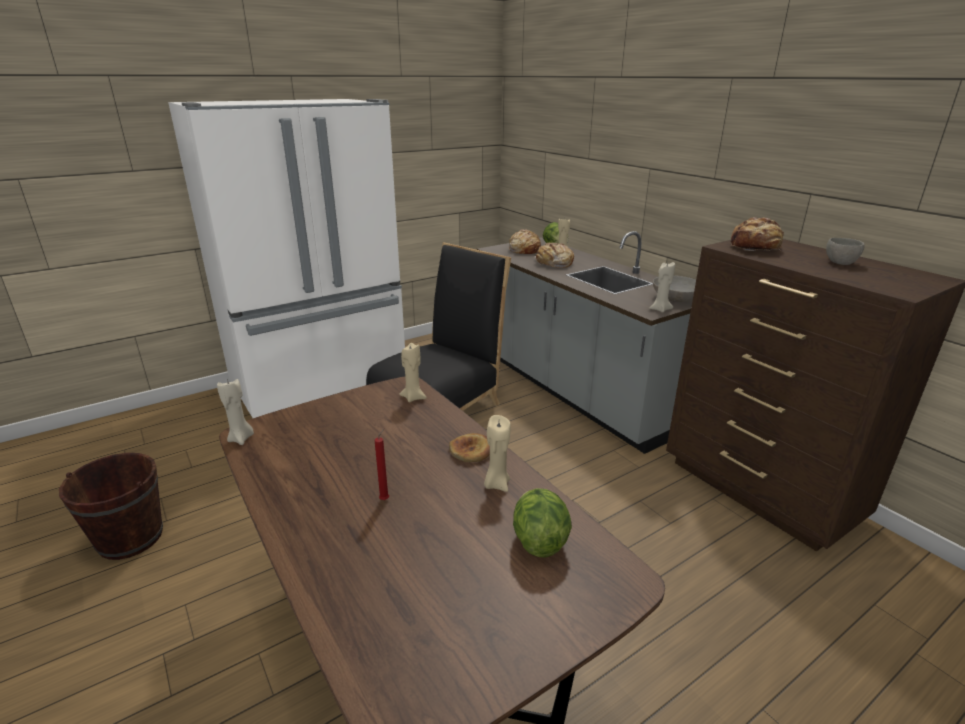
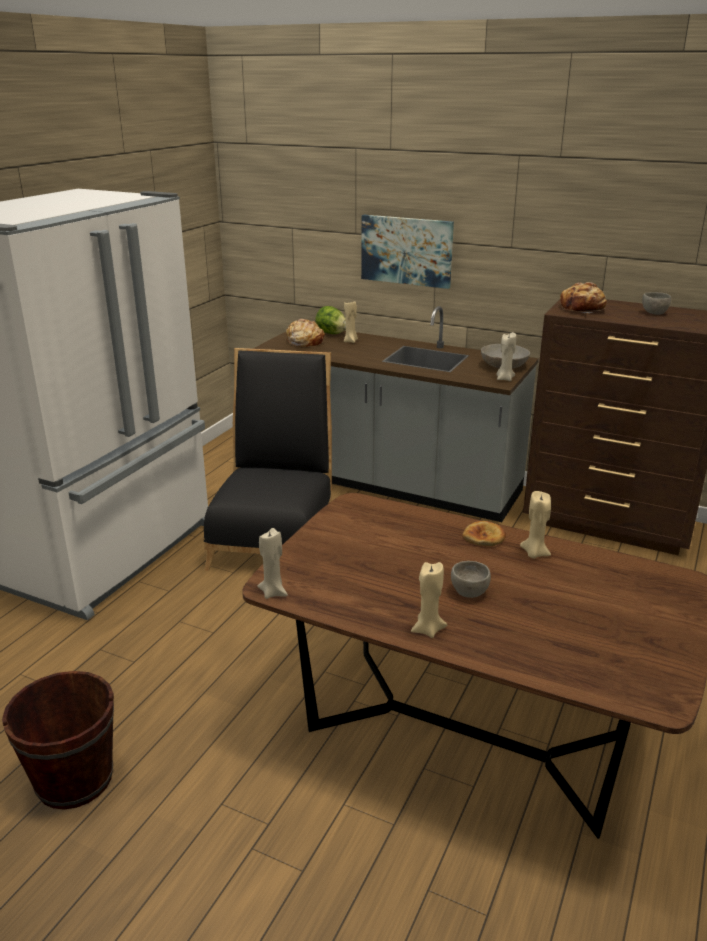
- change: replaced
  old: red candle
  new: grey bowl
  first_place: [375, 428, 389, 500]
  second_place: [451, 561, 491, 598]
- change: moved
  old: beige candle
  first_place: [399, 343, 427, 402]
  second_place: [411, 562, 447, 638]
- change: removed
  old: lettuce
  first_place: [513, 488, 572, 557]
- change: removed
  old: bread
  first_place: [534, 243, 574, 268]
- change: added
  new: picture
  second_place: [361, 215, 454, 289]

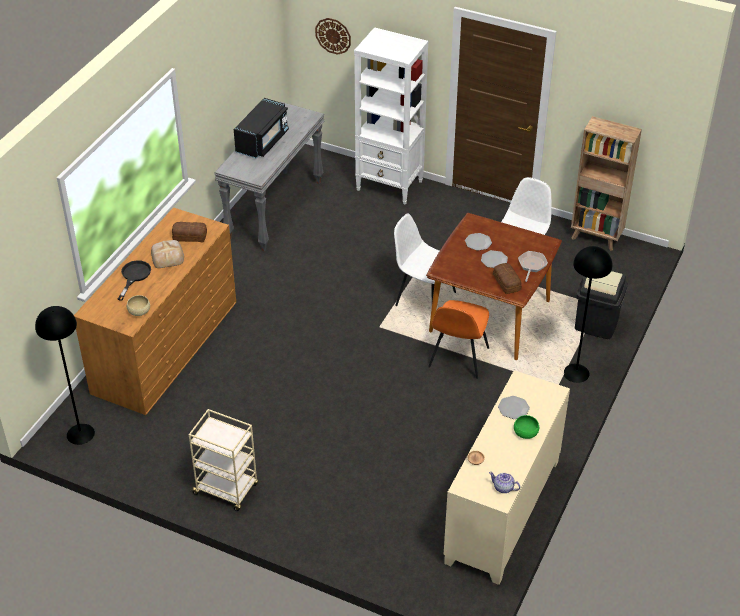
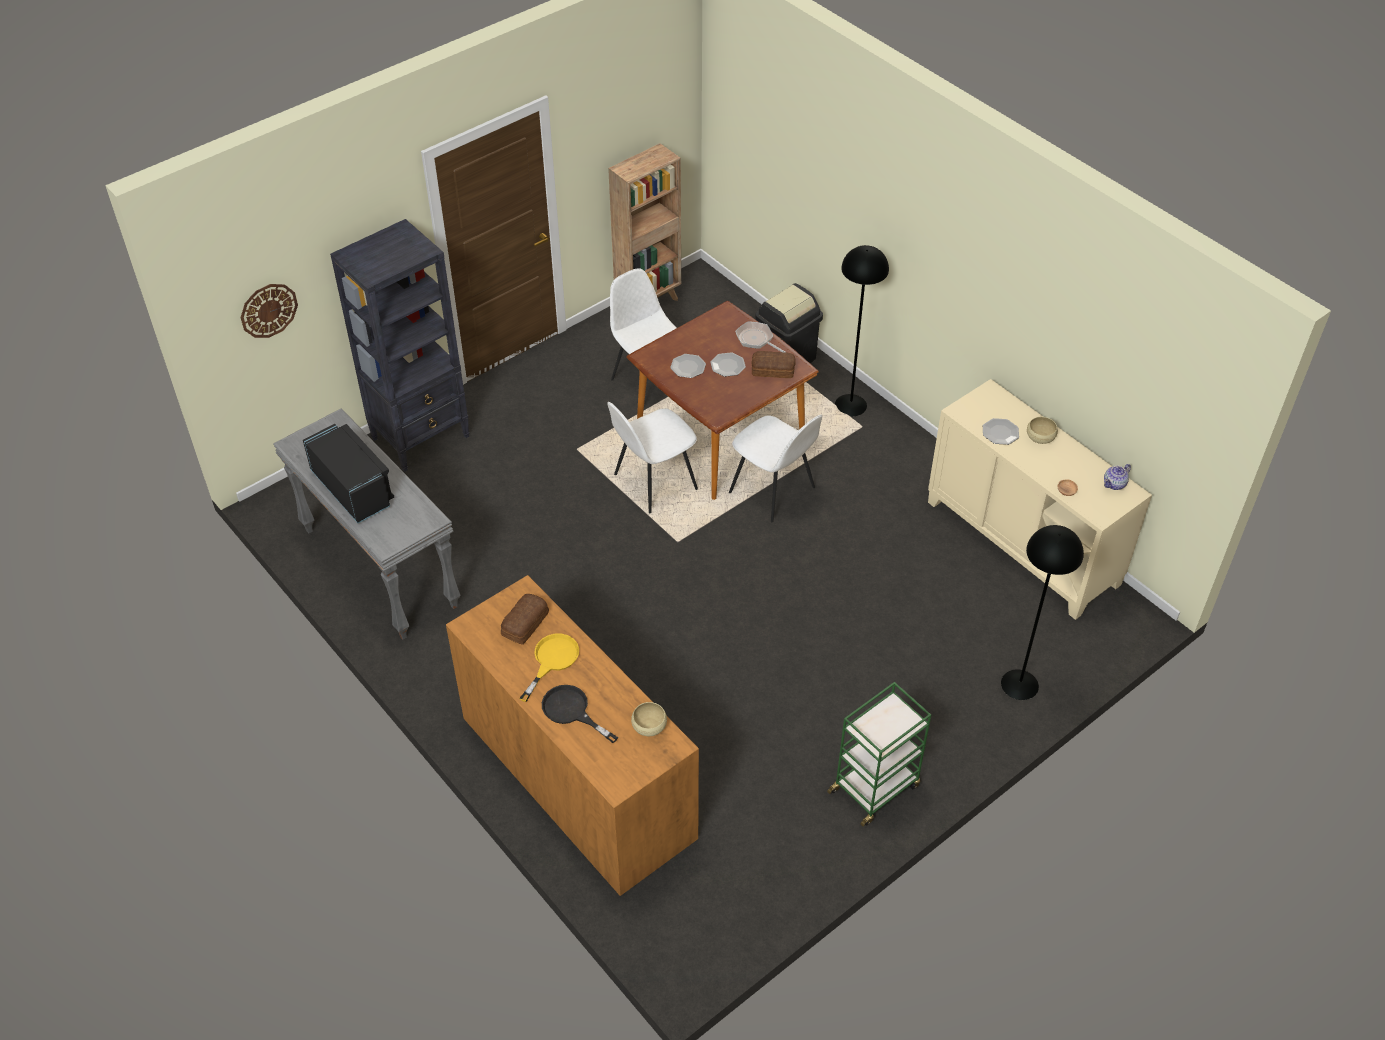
- change: moved
  old: black floor lamp
  first_place: [35, 306, 95, 445]
  second_place: [1001, 525, 1084, 700]
- change: replaced
  old: bread
  new: yellow frying pan
  first_place: [151, 240, 184, 268]
  second_place: [519, 634, 579, 702]
- change: recoloured
  old: beige cart
  new: green cart
  first_place: [189, 409, 259, 511]
  second_place: [827, 682, 931, 827]
- change: recoloured
  old: white bookcase
  new: black bookcase
  first_place: [354, 27, 428, 205]
  second_place: [330, 219, 470, 472]
- change: recoloured
  old: orange chair
  new: white chair
  first_place: [428, 300, 489, 379]
  second_place: [729, 415, 822, 522]
- change: recoloured
  old: green bowl
  new: beige bowl
  first_place: [514, 415, 539, 439]
  second_place: [1027, 417, 1058, 444]

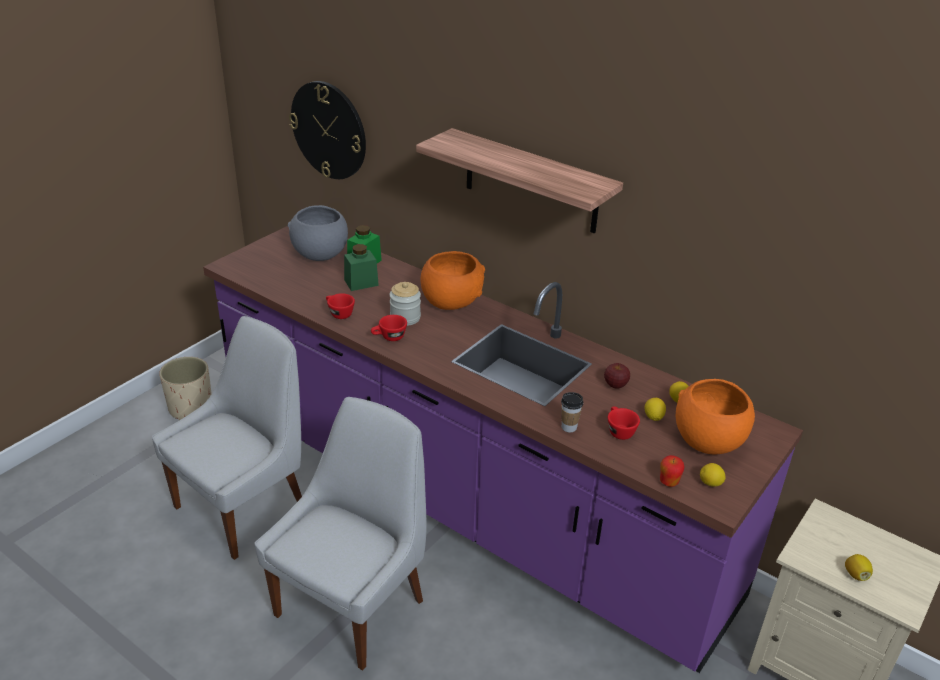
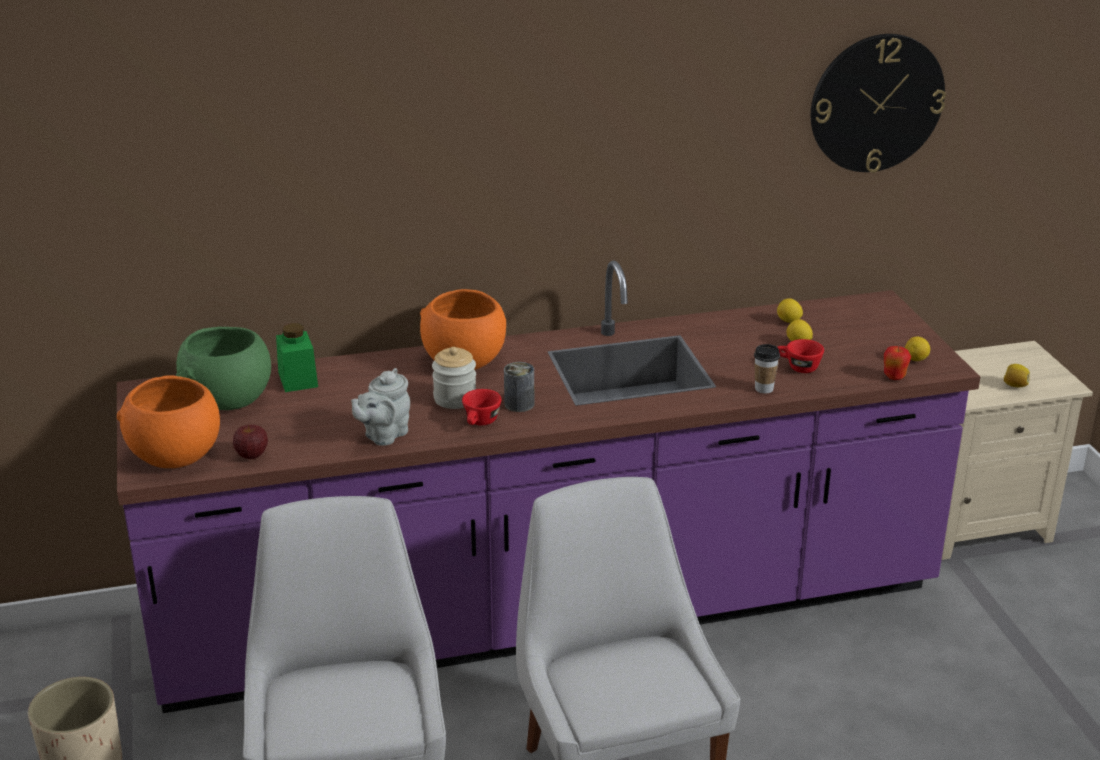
- change: recoloured
  old: grey bowl
  new: green bowl
  first_place: [288, 205, 348, 261]
  second_place: [176, 327, 271, 410]
- change: moved
  old: wall clock
  first_place: [289, 81, 366, 179]
  second_place: [811, 34, 946, 173]
- change: replaced
  old: red cup
  new: grey teapot
  first_place: [326, 293, 355, 319]
  second_place: [351, 368, 410, 446]
- change: removed
  old: green jar
  first_place: [344, 244, 379, 291]
- change: removed
  old: shelf
  first_place: [416, 128, 623, 234]
- change: moved
  old: apple
  first_place: [604, 363, 630, 389]
  second_place: [233, 425, 268, 459]
- change: moved
  old: orange bowl
  first_place: [676, 379, 755, 455]
  second_place: [117, 376, 220, 468]
- change: added
  new: can
  second_place: [504, 362, 534, 412]

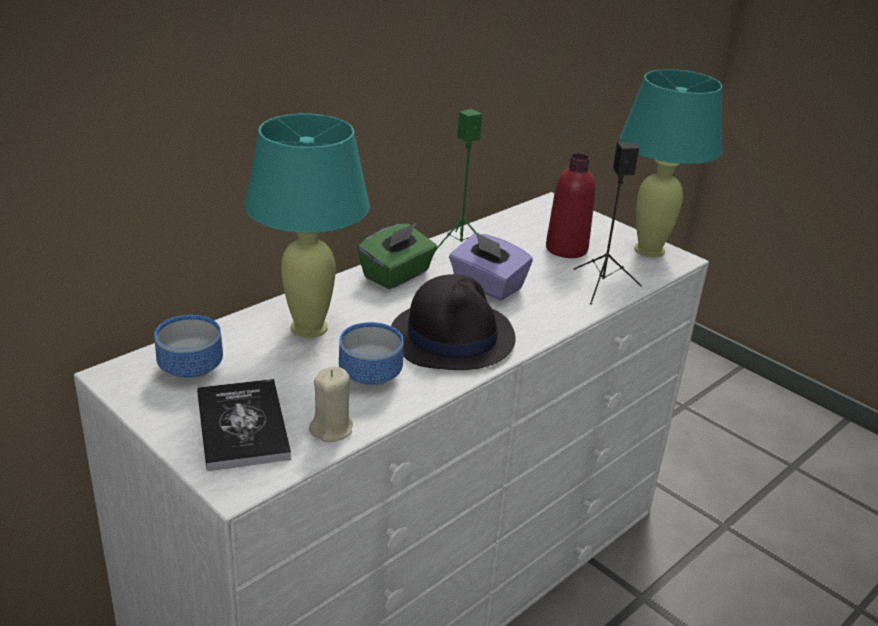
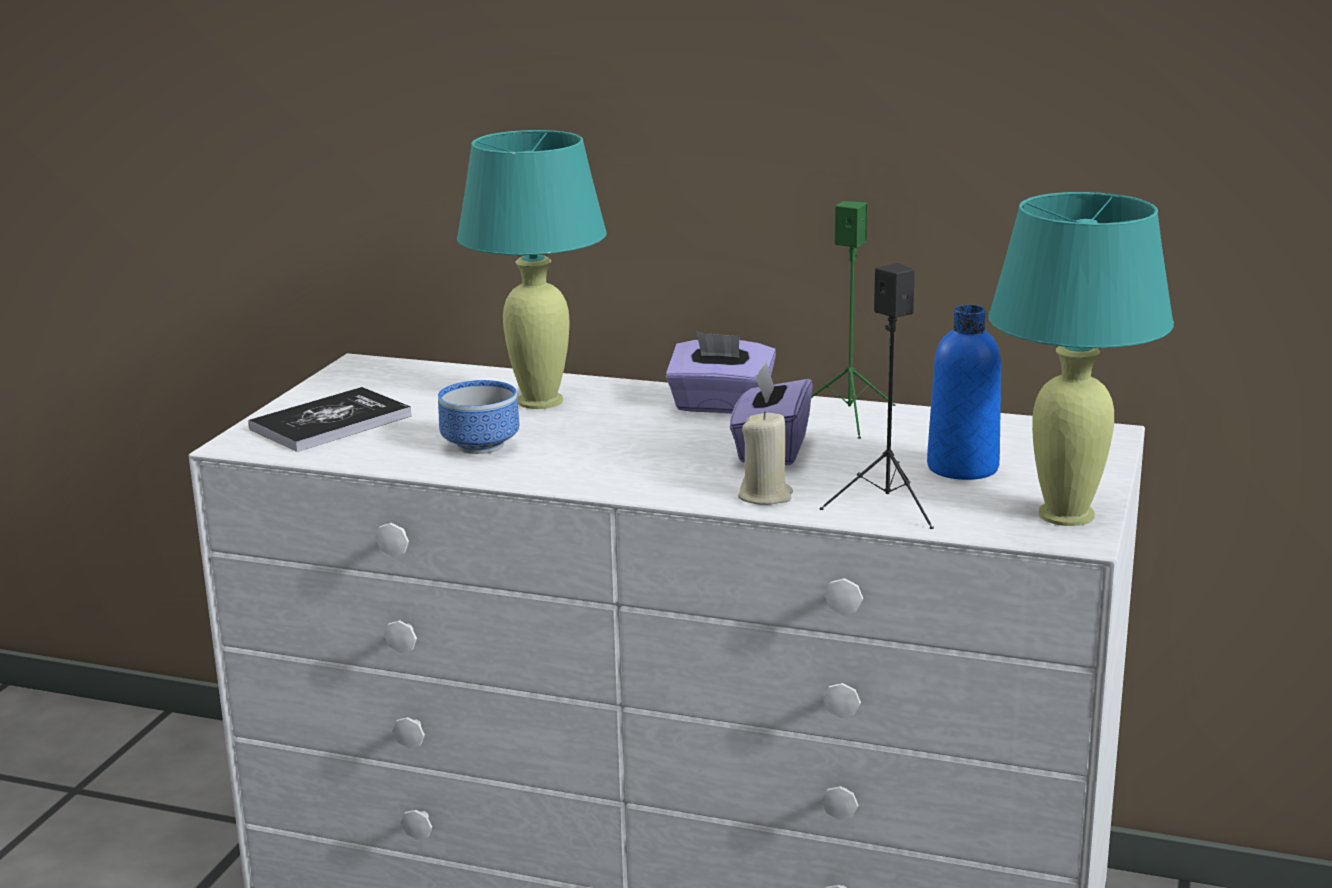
- change: removed
  old: bowl
  first_place: [154, 315, 223, 380]
- change: moved
  old: beige candle
  first_place: [309, 366, 353, 442]
  second_place: [738, 411, 793, 505]
- change: recoloured
  old: green tissue box
  new: purple tissue box
  first_place: [358, 223, 437, 289]
  second_place: [666, 332, 776, 414]
- change: removed
  old: black hat
  first_place: [391, 274, 516, 370]
- change: recoloured
  old: red bottle
  new: blue bottle
  first_place: [546, 153, 596, 258]
  second_place: [927, 305, 1001, 480]

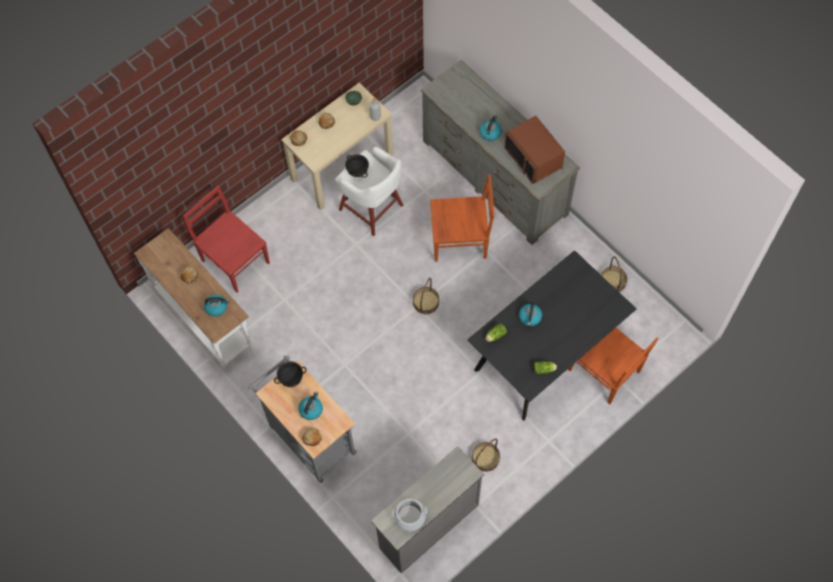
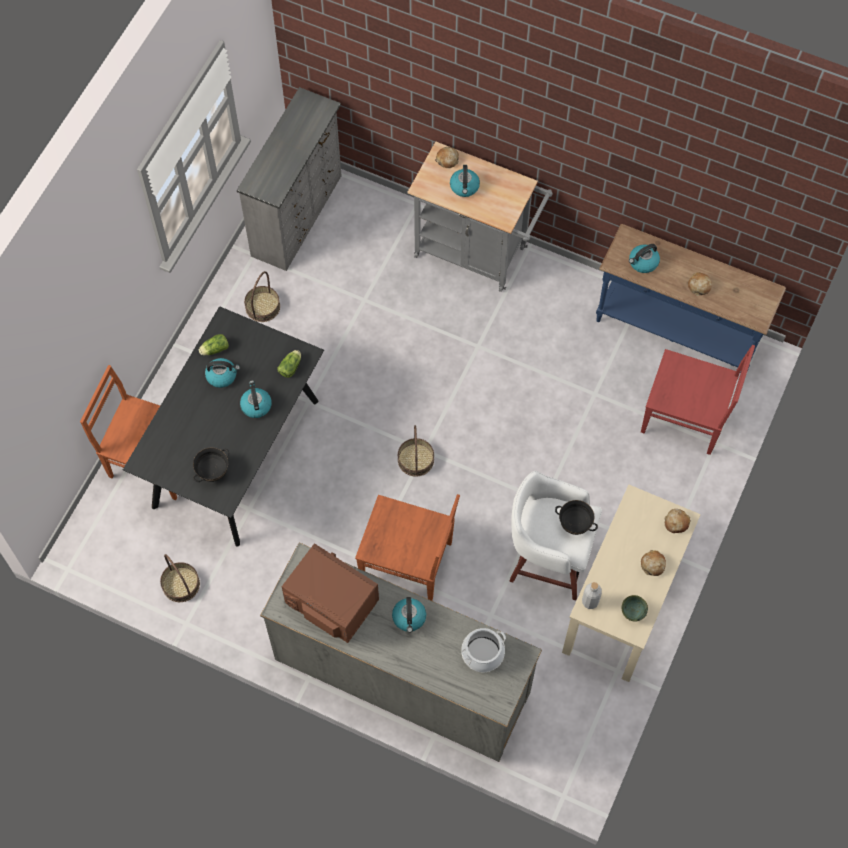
- change: recoloured
  old: white console table
  new: blue console table
  first_place: [134, 228, 254, 372]
  second_place: [596, 224, 786, 374]
- change: moved
  old: black bowl
  first_place: [274, 361, 307, 387]
  second_place: [193, 448, 229, 482]
- change: moved
  old: cooking pot
  first_place: [392, 499, 427, 531]
  second_place: [461, 628, 506, 672]
- change: turned
  old: brown chair
  first_place: [430, 174, 495, 262]
  second_place: [355, 494, 460, 601]
  degrees: -135
- change: added
  new: kettle
  second_place: [205, 358, 240, 388]

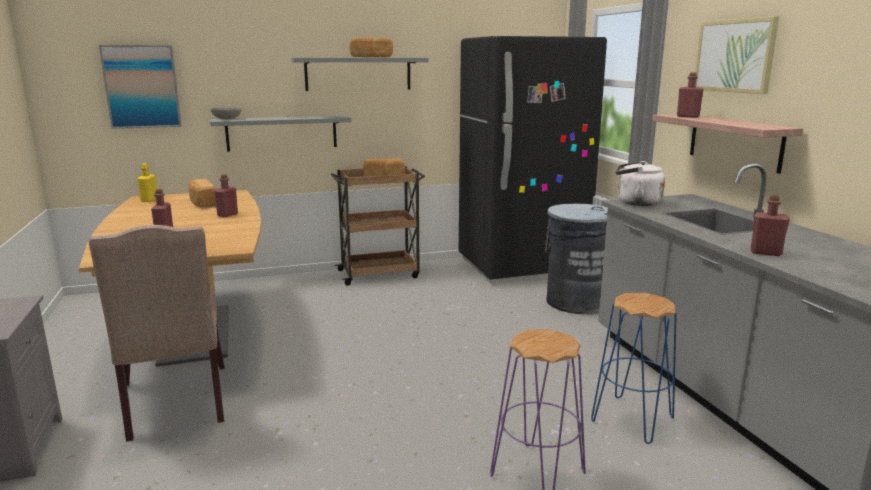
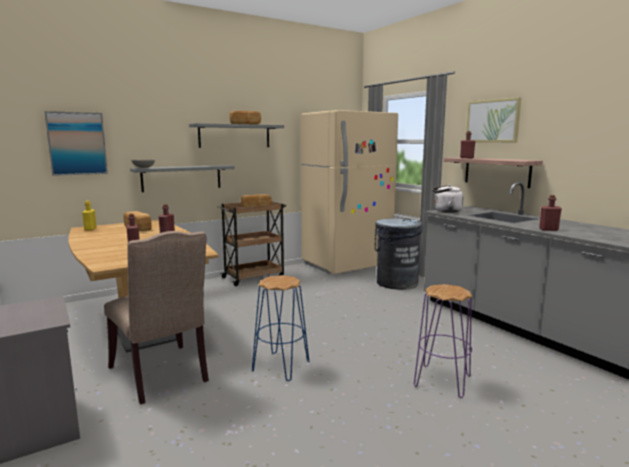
- change: recoloured
  old: black fridge
  new: beige fridge
  first_place: [459, 36, 607, 280]
  second_place: [301, 110, 398, 274]
- change: moved
  old: blue stool
  first_place: [591, 293, 677, 444]
  second_place: [252, 275, 310, 381]

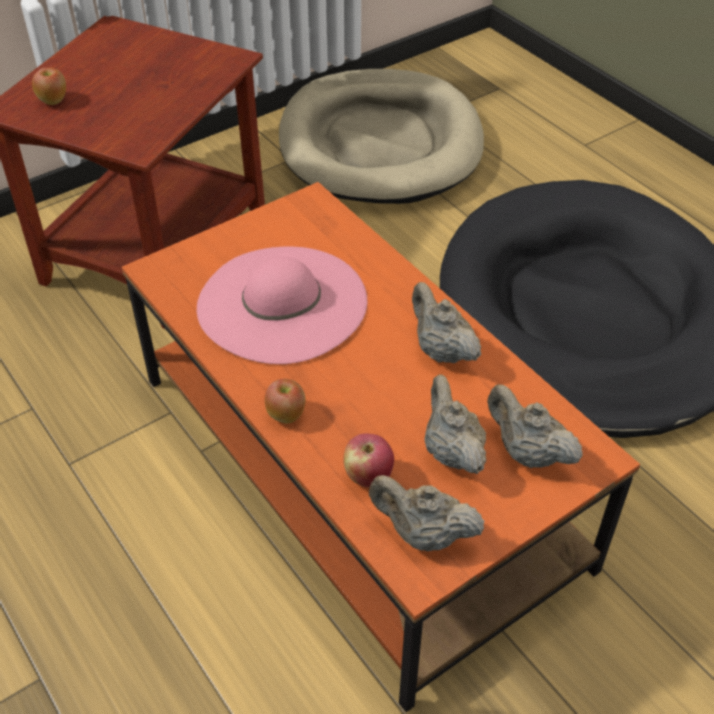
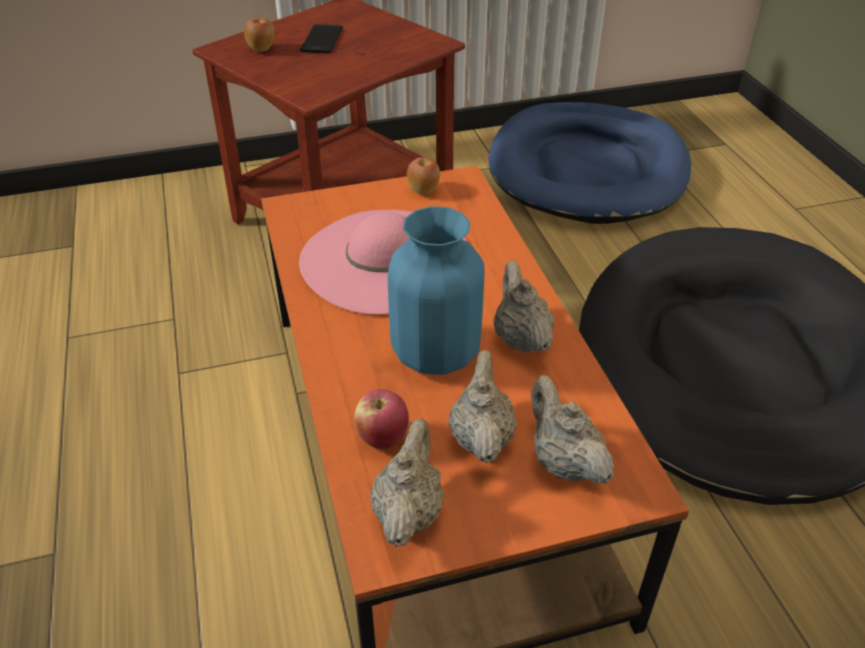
- change: moved
  old: apple
  first_place: [265, 379, 306, 423]
  second_place: [407, 157, 440, 195]
- change: recoloured
  old: beige dog bed
  new: blue dog bed
  first_place: [279, 69, 484, 204]
  second_place: [489, 102, 691, 224]
- change: turned
  old: beige teapot
  first_place: [369, 475, 484, 551]
  second_place: [370, 419, 444, 547]
  degrees: 60
- change: added
  new: phone
  second_place: [300, 24, 343, 53]
- change: added
  new: blue vase
  second_place: [388, 206, 485, 375]

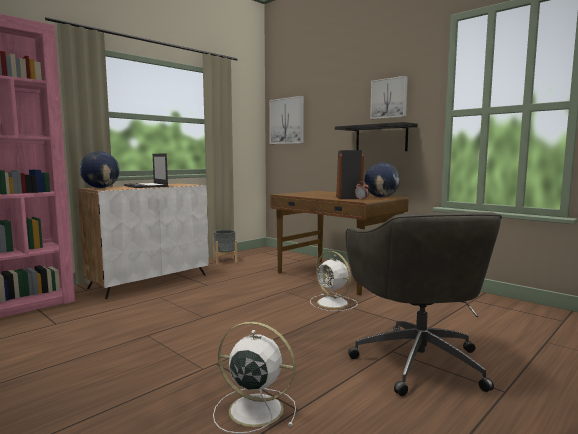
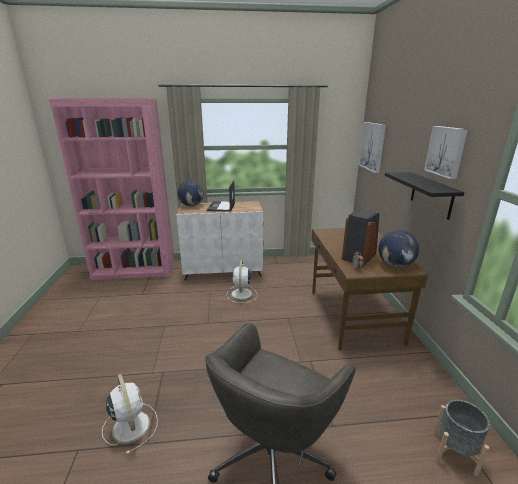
- change: moved
  old: grey planter
  first_place: [213, 230, 237, 264]
  second_place: [433, 399, 490, 476]
- change: moved
  old: white fan
  first_place: [310, 251, 358, 312]
  second_place: [227, 260, 257, 303]

